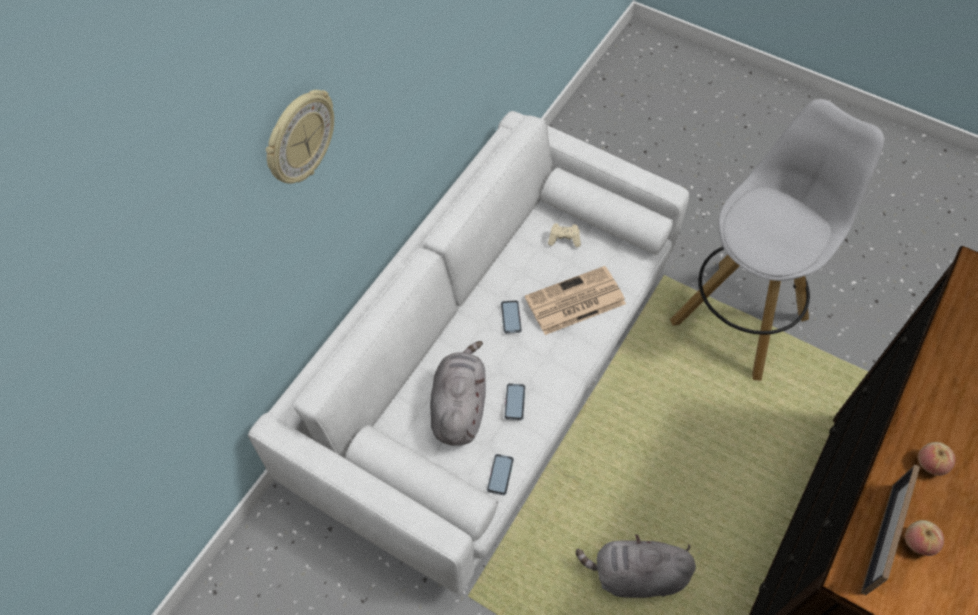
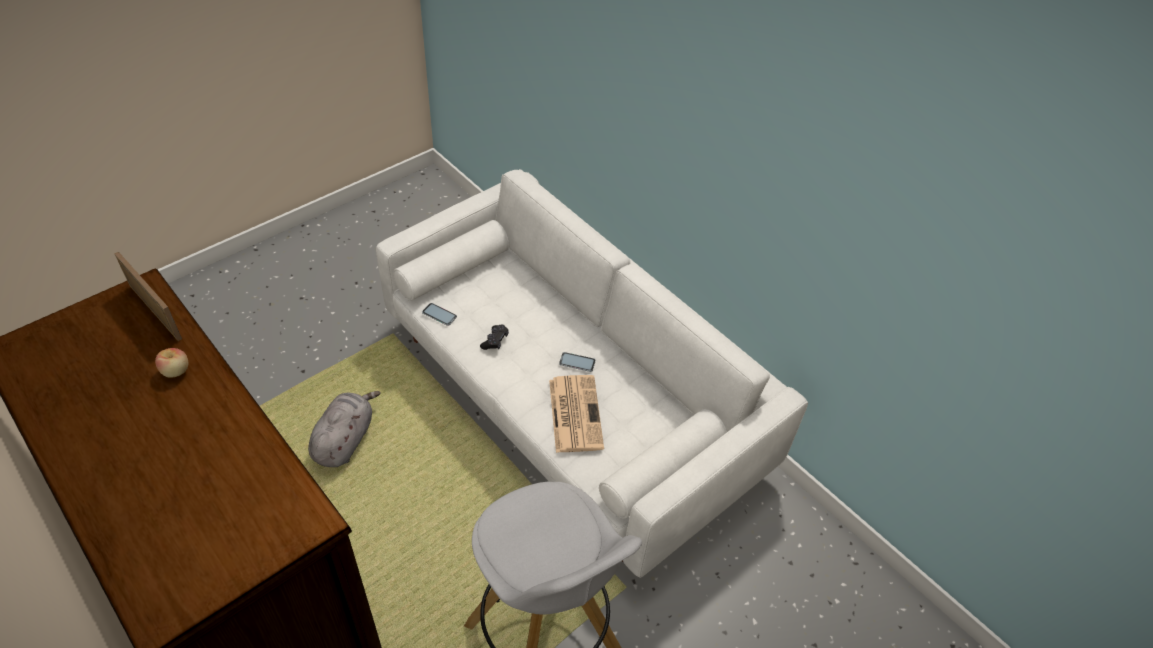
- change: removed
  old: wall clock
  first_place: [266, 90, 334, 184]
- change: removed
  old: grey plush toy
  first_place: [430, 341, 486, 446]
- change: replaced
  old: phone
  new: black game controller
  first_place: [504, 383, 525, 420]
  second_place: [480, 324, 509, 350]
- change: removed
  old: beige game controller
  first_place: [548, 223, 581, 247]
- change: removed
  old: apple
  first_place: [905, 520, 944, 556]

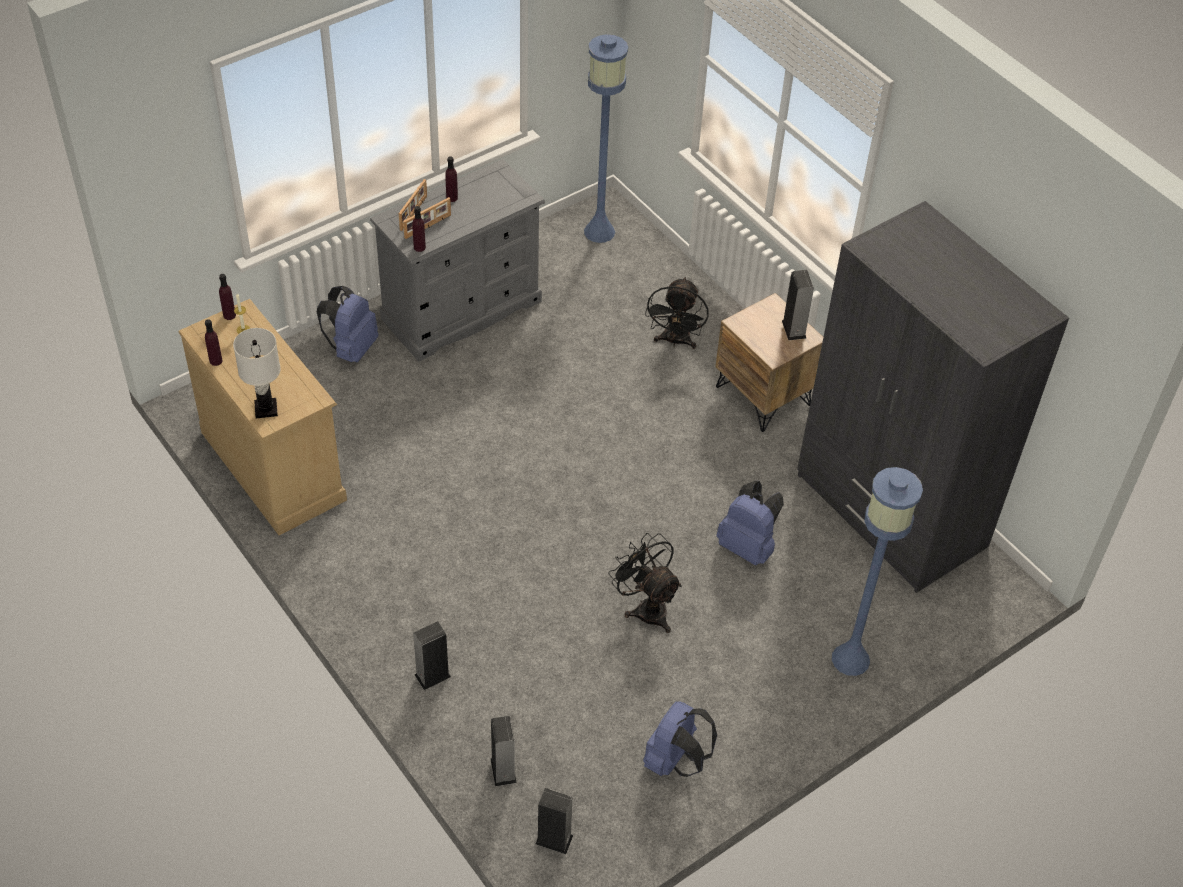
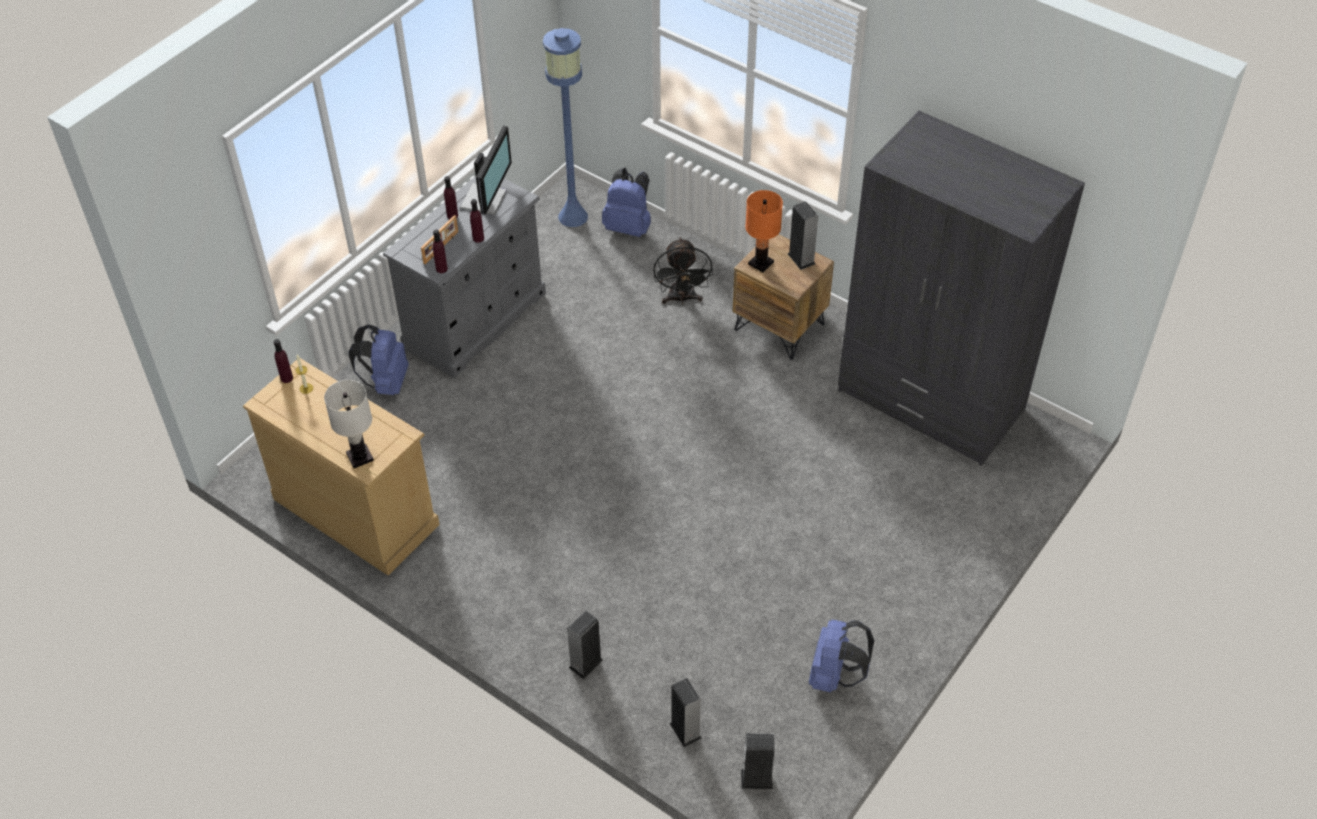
- change: moved
  old: purple bottle
  first_place: [205, 319, 222, 366]
  second_place: [470, 199, 484, 243]
- change: removed
  old: picture frame
  first_place: [399, 179, 427, 231]
- change: removed
  old: black fan
  first_place: [608, 533, 682, 633]
- change: moved
  old: blue backpack
  first_place: [717, 481, 784, 566]
  second_place: [602, 167, 651, 237]
- change: removed
  old: blue floor lamp
  first_place: [832, 467, 923, 676]
- change: added
  new: monitor
  second_place: [460, 126, 512, 215]
- change: added
  new: orange table lamp
  second_place: [745, 190, 783, 272]

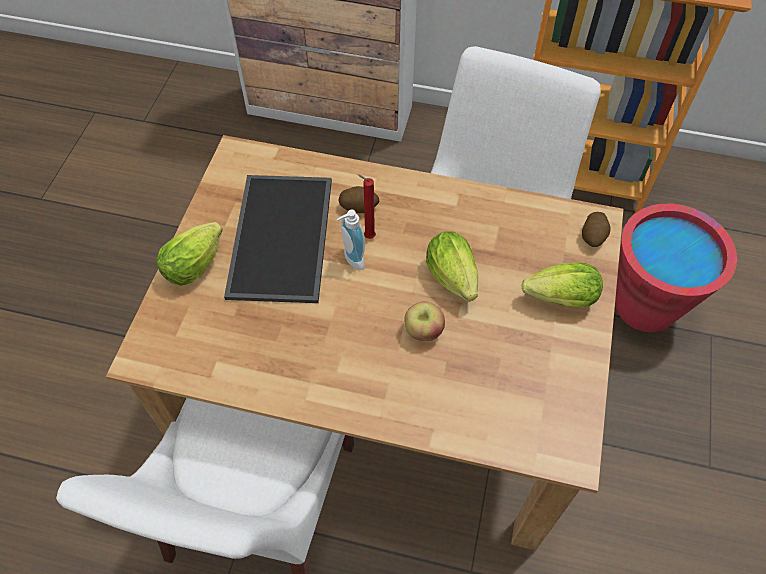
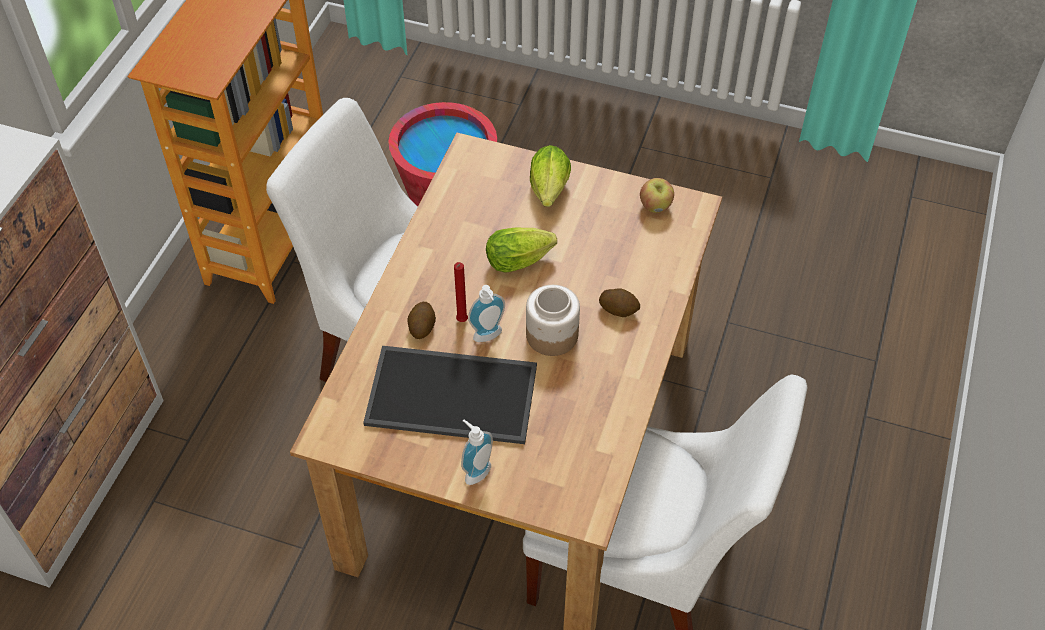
- change: replaced
  old: lettuce
  new: soap dispenser
  first_place: [156, 222, 223, 286]
  second_place: [461, 419, 493, 485]
- change: moved
  old: apple
  first_place: [404, 301, 445, 341]
  second_place: [640, 178, 674, 213]
- change: moved
  old: potato
  first_place: [582, 212, 611, 247]
  second_place: [599, 289, 640, 317]
- change: added
  new: jar
  second_place: [526, 285, 580, 356]

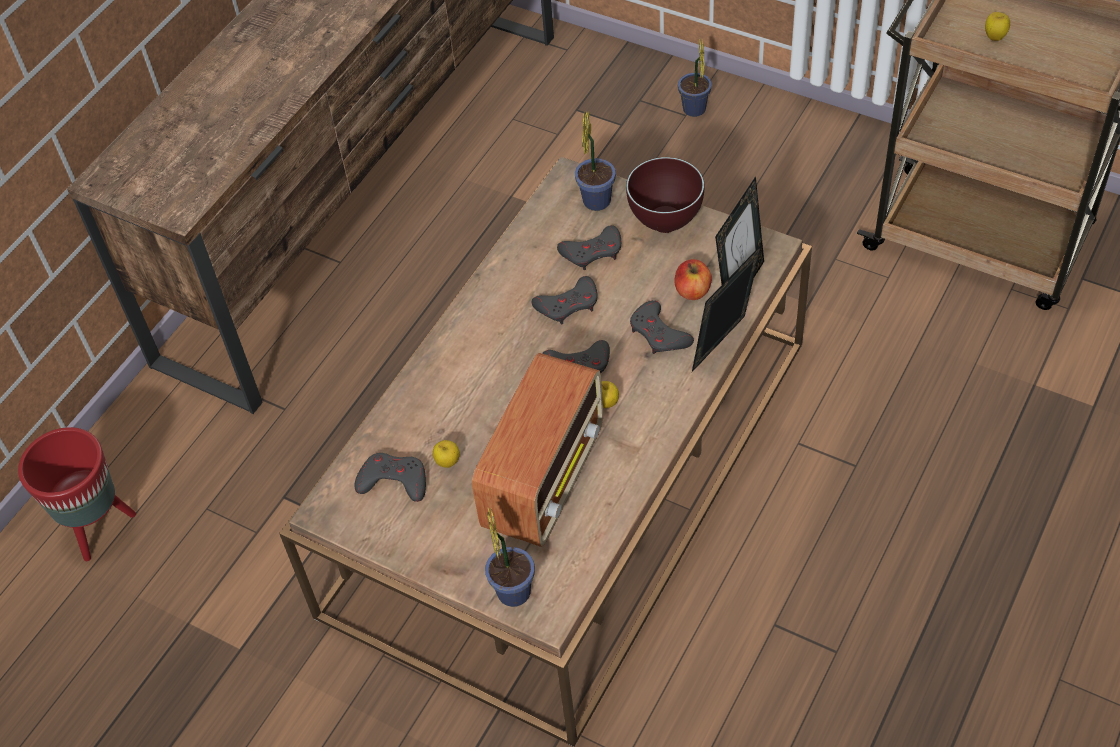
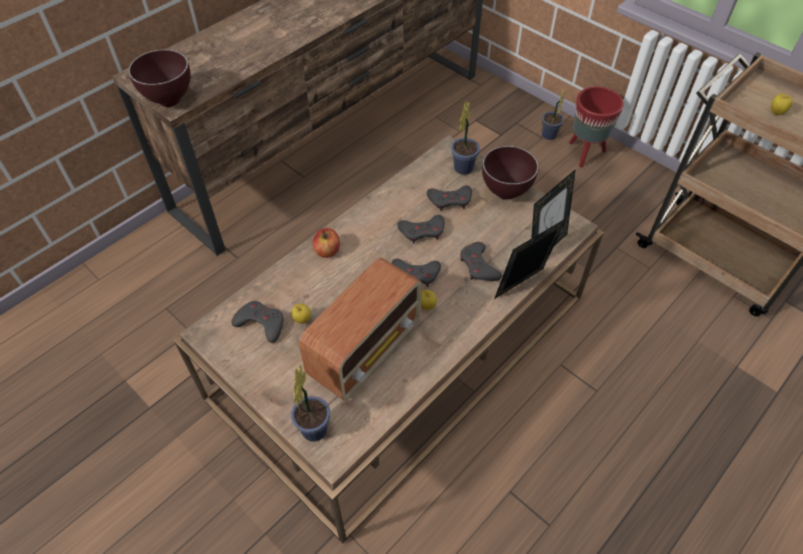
- change: moved
  old: red planter
  first_place: [18, 427, 136, 561]
  second_place: [569, 86, 624, 167]
- change: moved
  old: apple
  first_place: [674, 259, 712, 300]
  second_place: [312, 228, 340, 258]
- change: added
  new: brown bowl
  second_place: [128, 49, 191, 107]

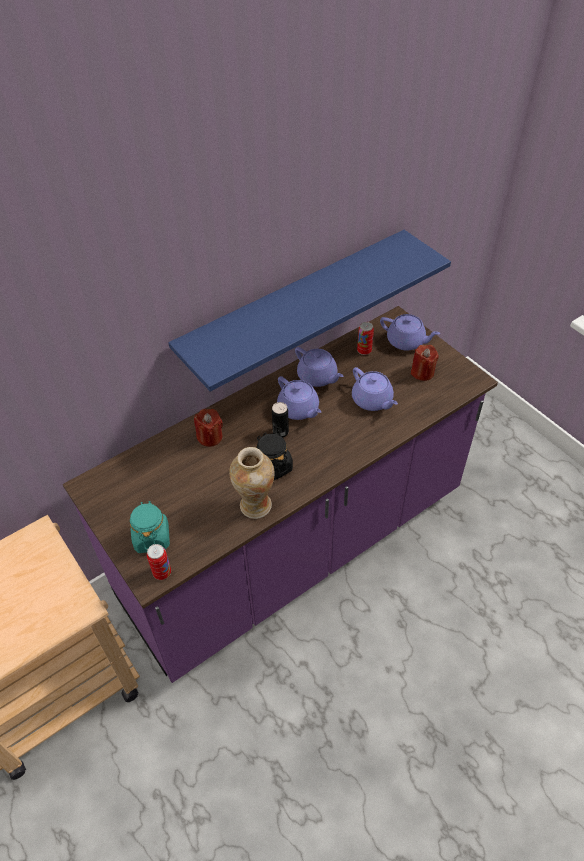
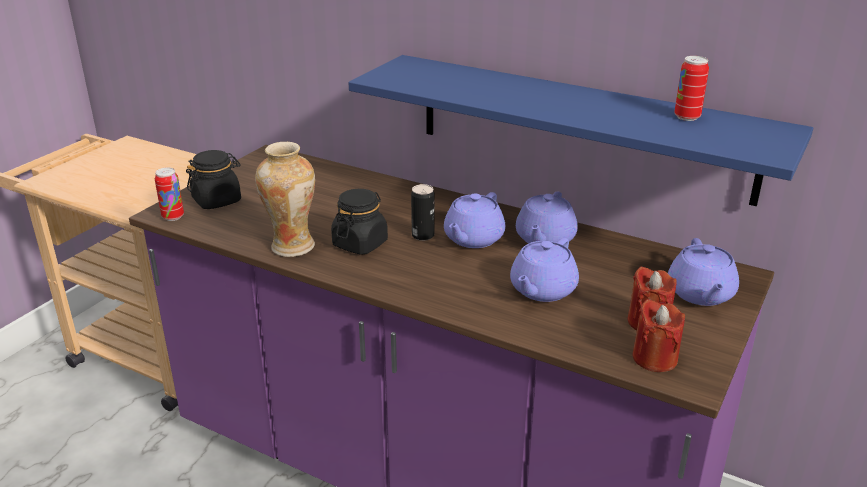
- change: recoloured
  old: turquoise jar
  new: black jar
  first_place: [130, 501, 170, 553]
  second_place: [186, 150, 241, 209]
- change: moved
  old: red candle
  first_place: [194, 409, 223, 447]
  second_place: [633, 299, 685, 372]
- change: moved
  old: can
  first_place: [357, 322, 374, 355]
  second_place: [674, 56, 709, 121]

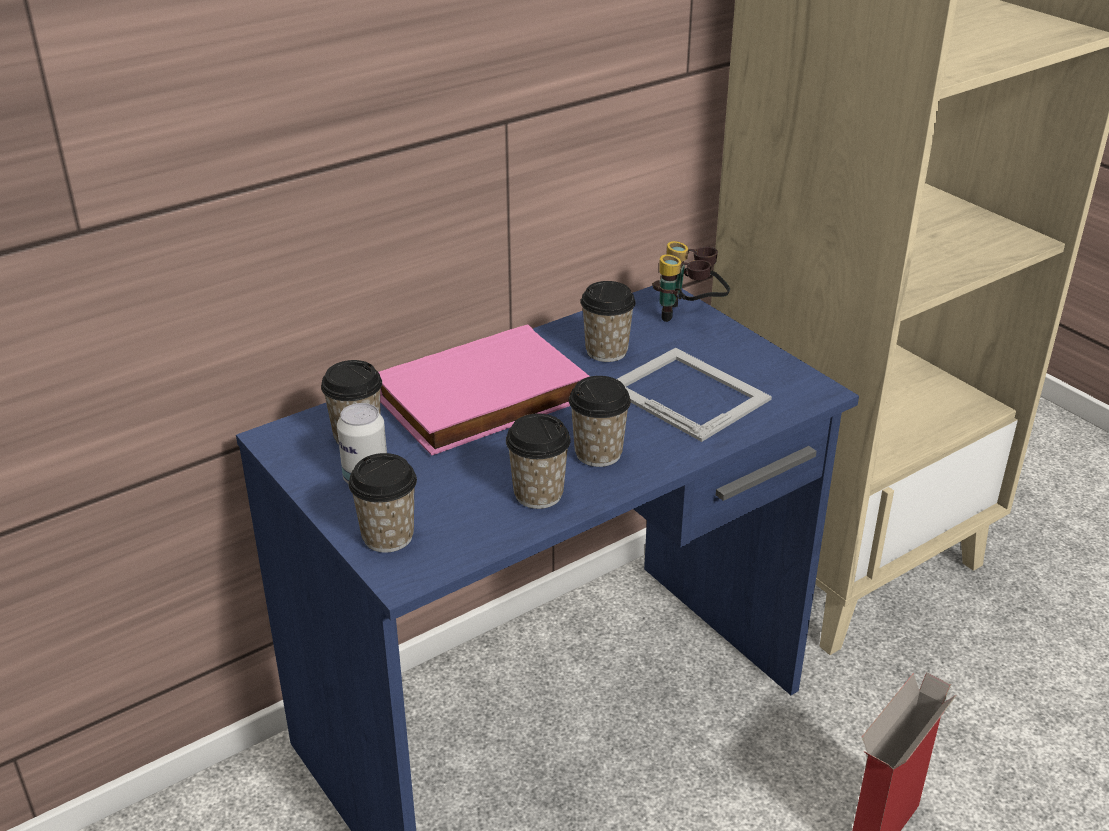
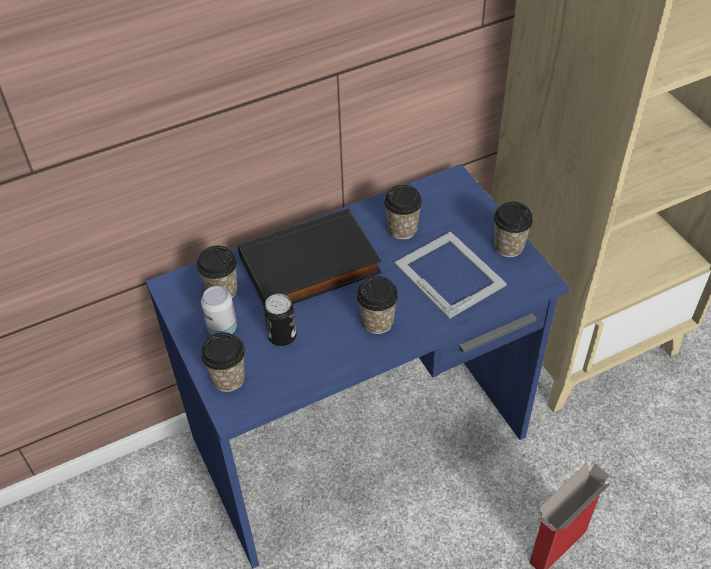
- change: recoloured
  old: pink book
  new: black book
  first_place: [379, 324, 590, 456]
  second_place: [238, 208, 382, 305]
- change: moved
  old: cup
  first_place: [506, 414, 571, 509]
  second_place: [494, 202, 533, 257]
- change: removed
  old: binoculars
  first_place: [653, 241, 730, 322]
- change: added
  new: can
  second_place: [264, 294, 297, 346]

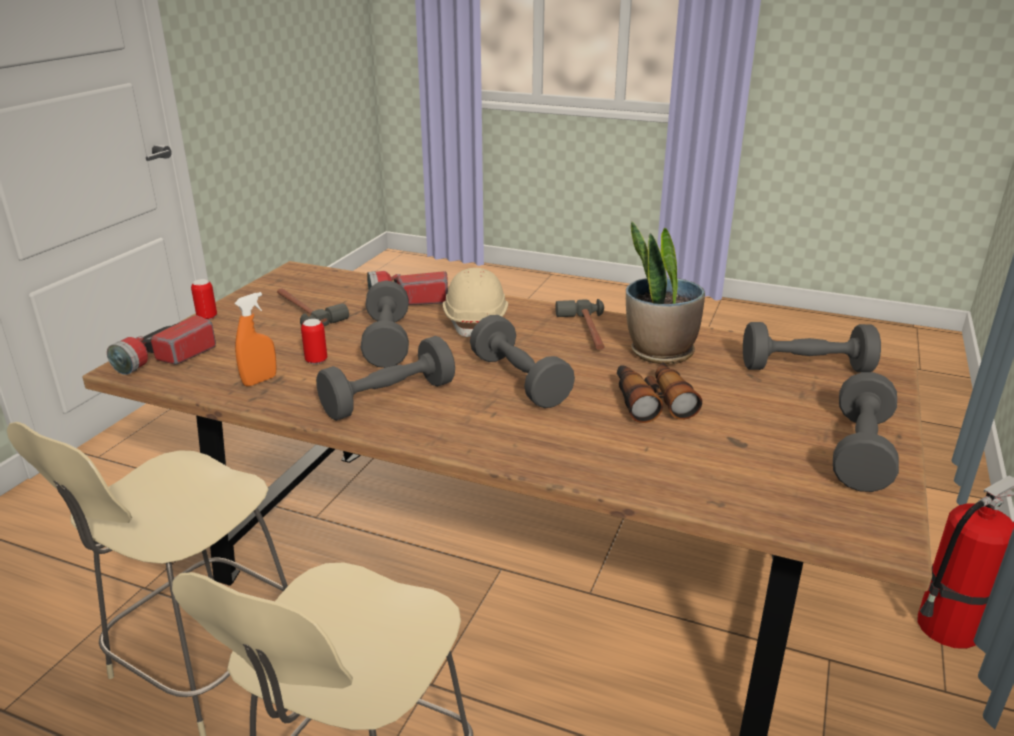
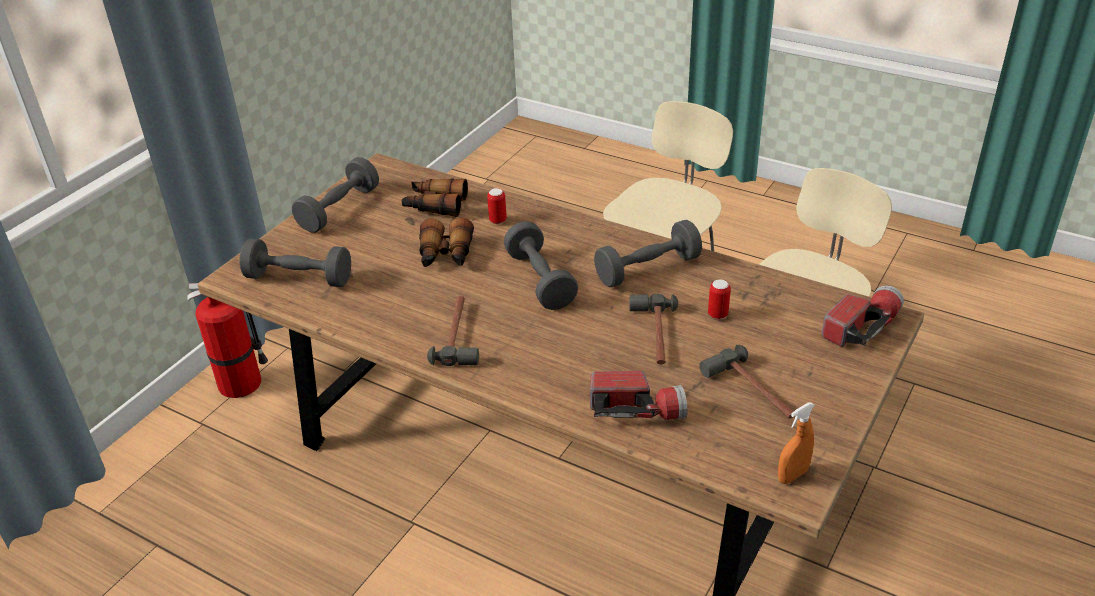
- change: moved
  old: can
  first_place: [191, 279, 217, 320]
  second_place: [487, 188, 507, 224]
- change: moved
  old: orange spray bottle
  first_place: [234, 292, 277, 386]
  second_place: [778, 402, 815, 484]
- change: replaced
  old: grey dumbbell
  new: hammer
  first_place: [361, 280, 409, 368]
  second_place: [629, 294, 678, 364]
- change: removed
  old: beige hard hat
  first_place: [443, 268, 508, 337]
- change: removed
  old: potted plant
  first_place: [626, 222, 705, 364]
- change: added
  new: binoculars
  second_place: [402, 178, 468, 217]

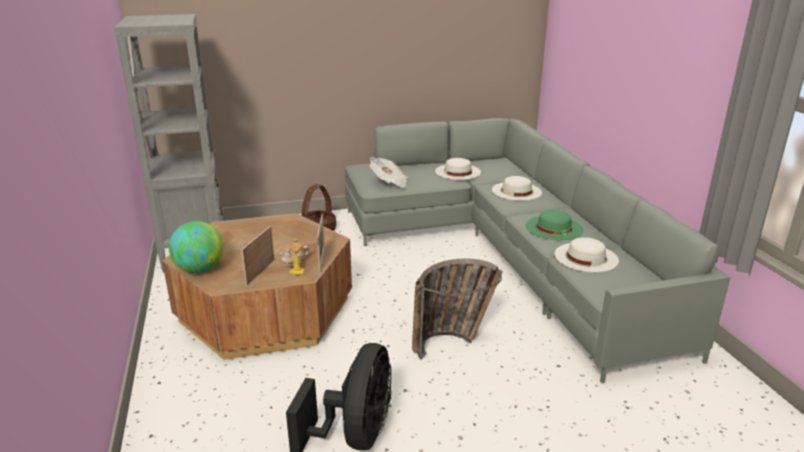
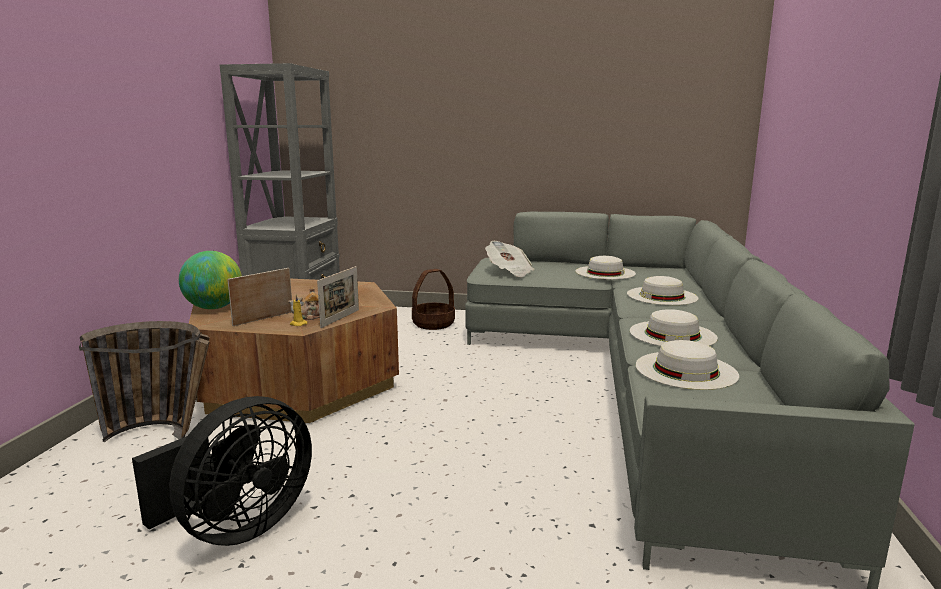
- change: moved
  old: basket
  first_place: [412, 258, 503, 360]
  second_place: [79, 321, 210, 442]
- change: recoloured
  old: green hat
  new: white hat
  first_place: [526, 210, 583, 240]
  second_place: [630, 309, 718, 346]

